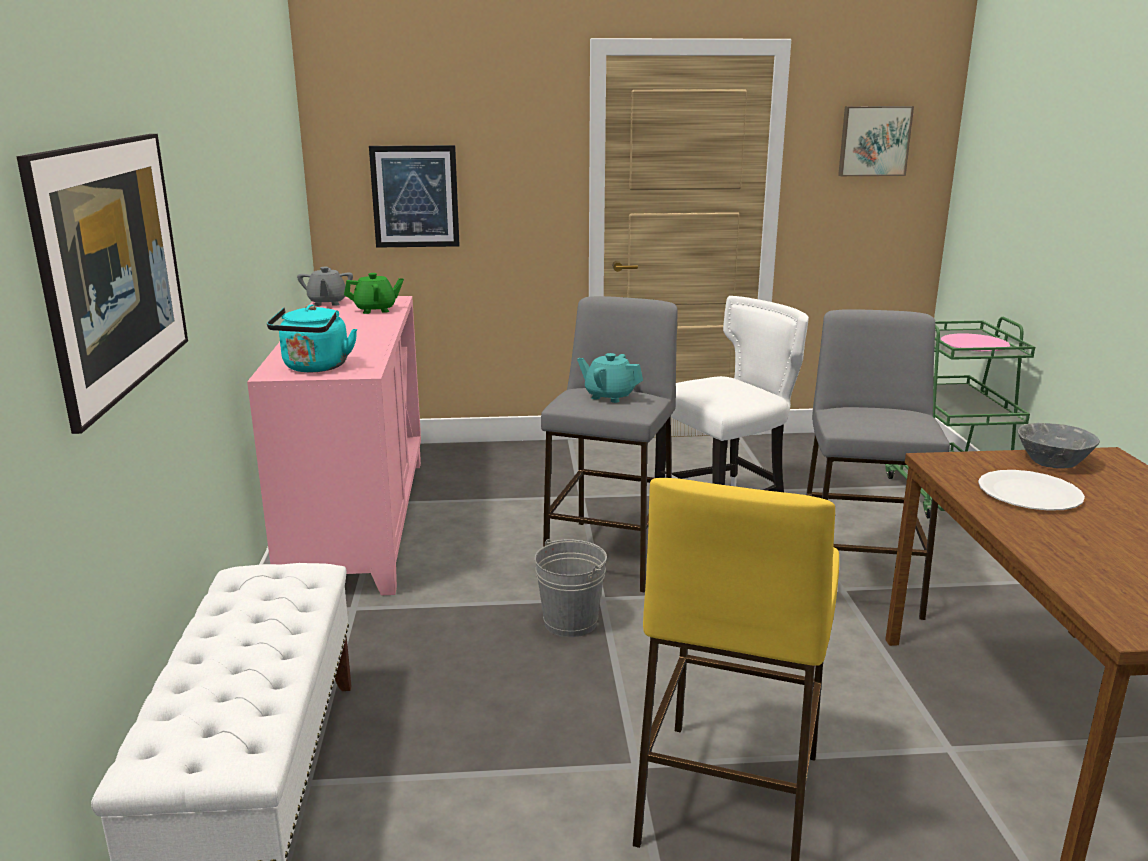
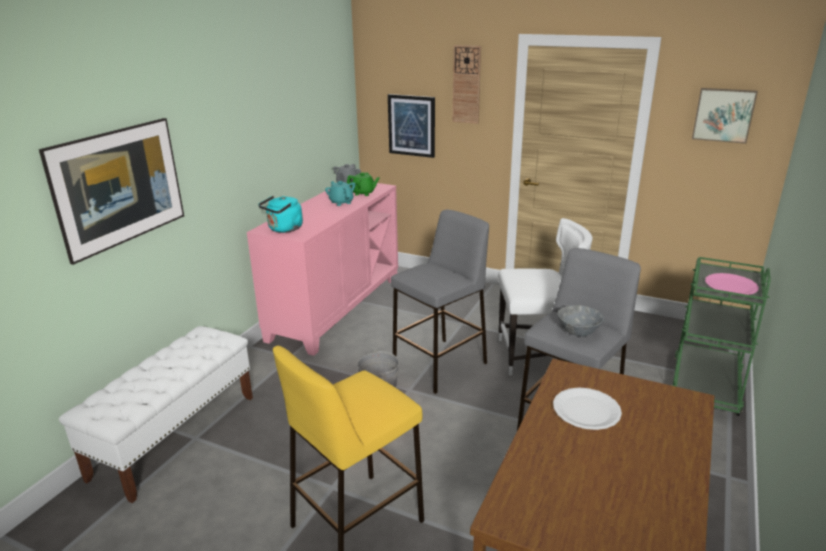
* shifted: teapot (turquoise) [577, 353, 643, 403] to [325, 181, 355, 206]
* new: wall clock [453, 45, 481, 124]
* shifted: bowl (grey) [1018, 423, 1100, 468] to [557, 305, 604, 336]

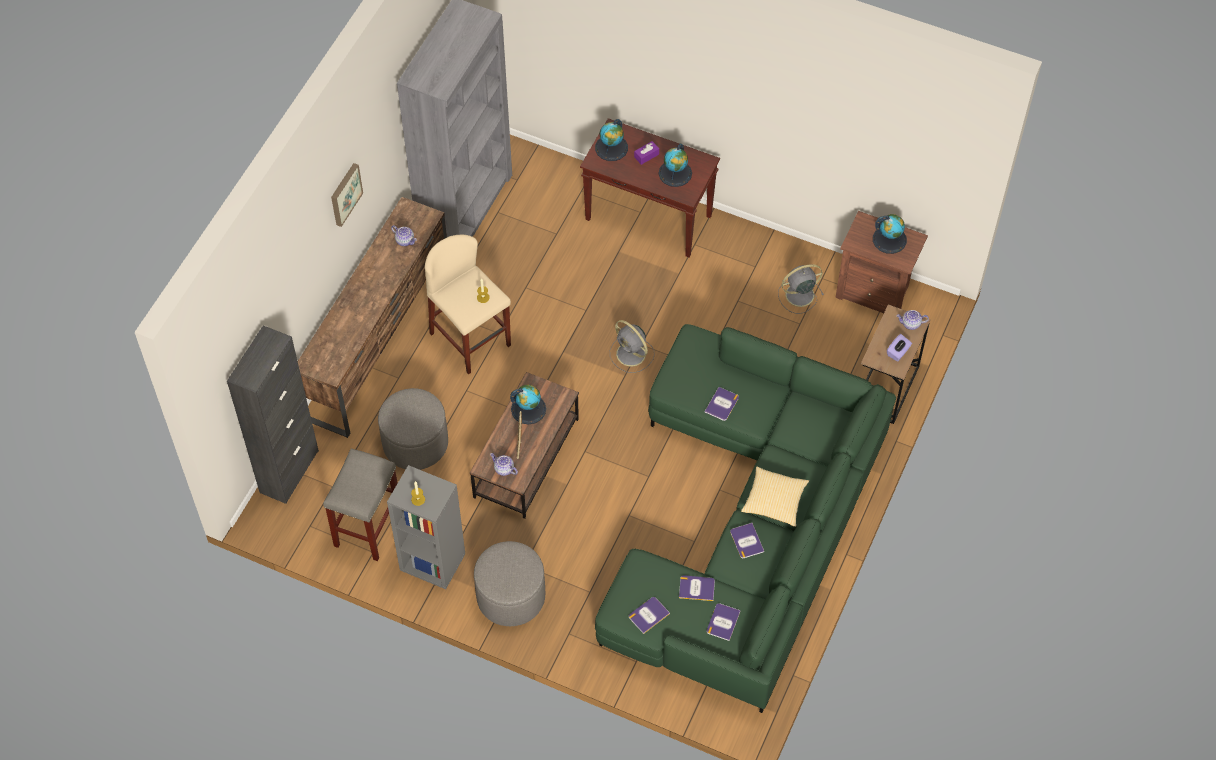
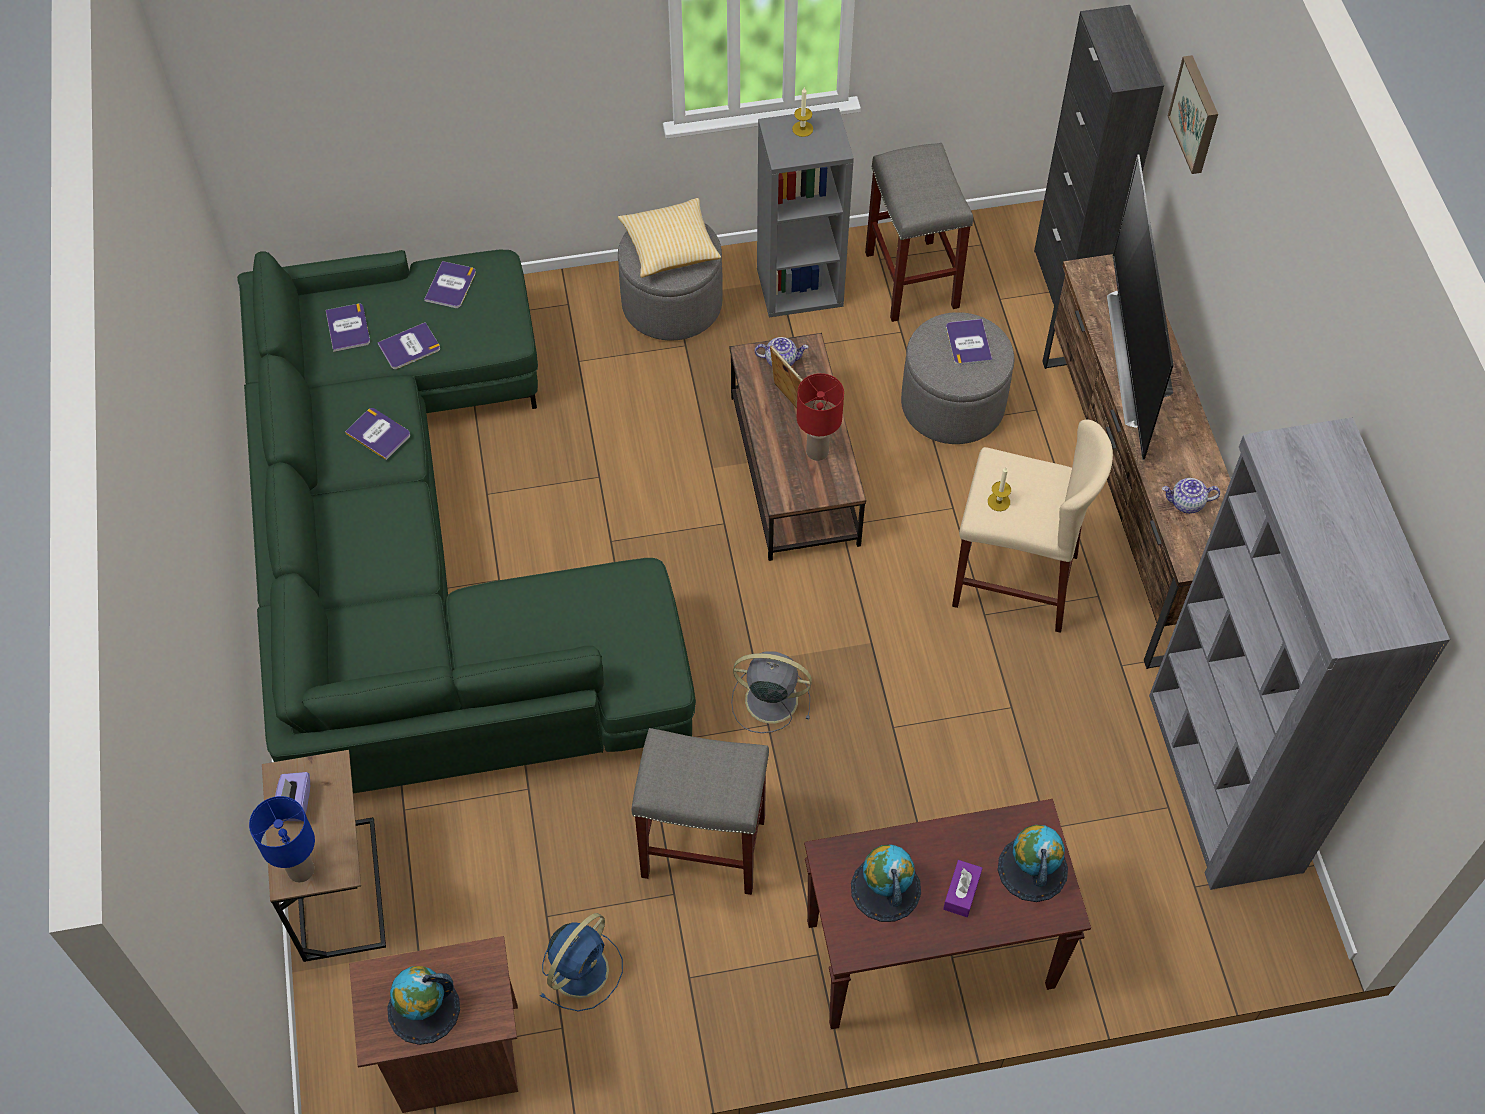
* swapped: teapot [896, 310, 929, 330] to table lamp (blue) [249, 796, 315, 883]
* repainted: fan (grey) [778, 264, 824, 314] to fan (blue) [540, 913, 623, 1011]
* shifted: pillow [741, 467, 809, 527] to [618, 198, 721, 278]
* new: stool (grey) [631, 728, 769, 895]
* swapped: globe [510, 385, 546, 425] to table lamp (red) [797, 373, 844, 461]
* shifted: book [705, 387, 739, 421] to [946, 319, 992, 365]
* new: television [1107, 155, 1174, 460]
* shifted: picture [331, 163, 363, 227] to [1168, 55, 1218, 174]

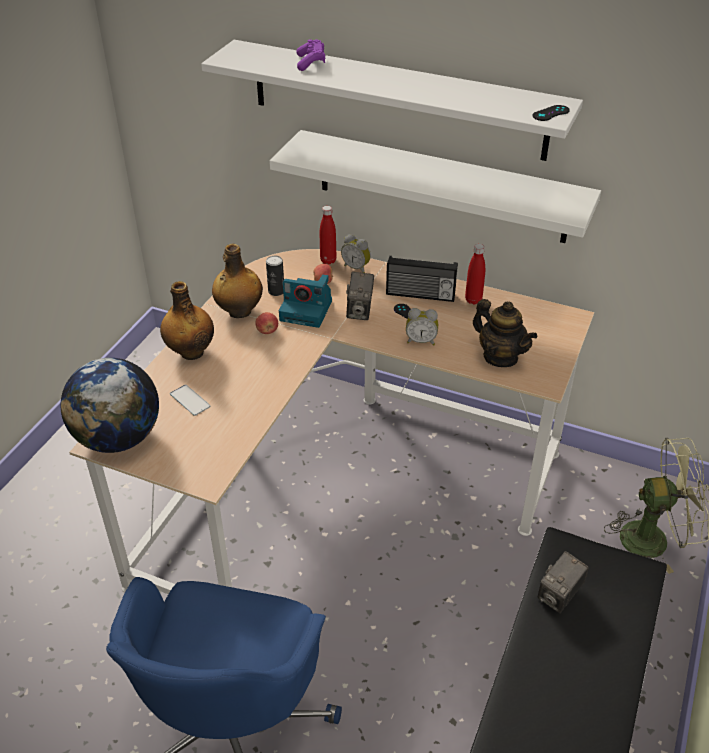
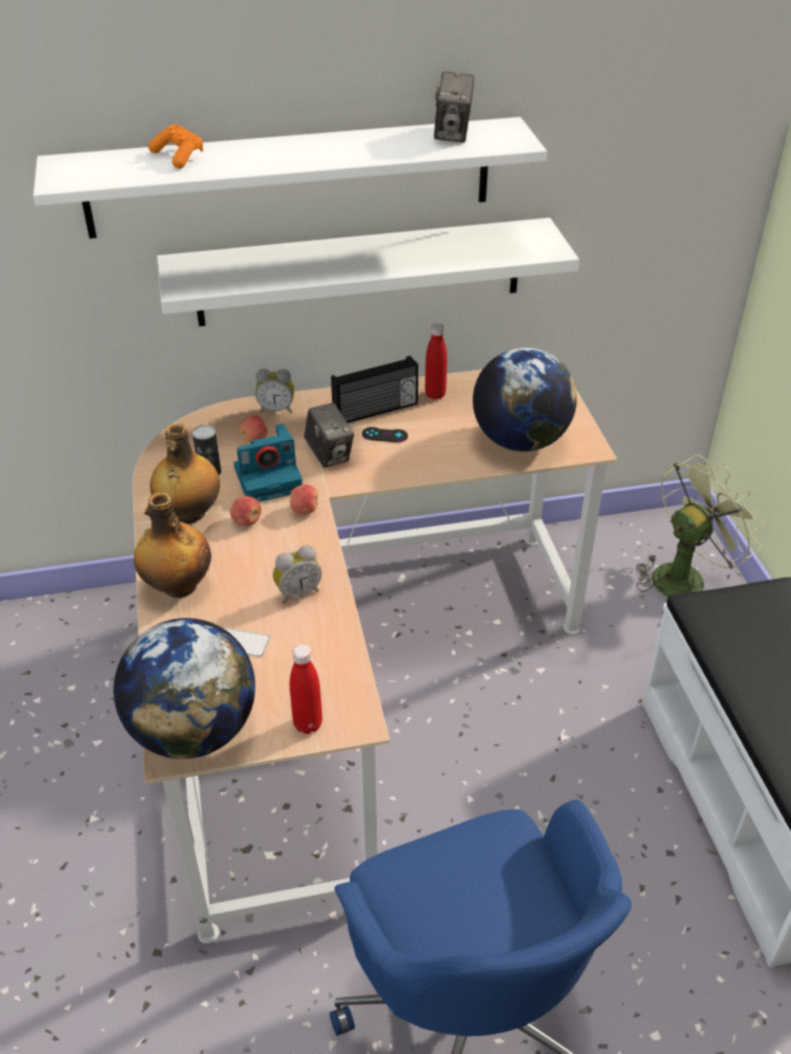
* repainted: game controller (purple) [296, 39, 325, 71] to game controller (orange) [148, 124, 203, 169]
* shifted: alarm clock [406, 308, 438, 345] to [273, 545, 322, 604]
* new: apple [290, 484, 318, 515]
* shifted: bottle (red) [320, 206, 336, 264] to [290, 644, 322, 734]
* shifted: photo camera [537, 551, 588, 613] to [434, 71, 474, 143]
* swapped: teapot [473, 299, 537, 367] to globe [473, 348, 577, 452]
* gone: game controller (black) [532, 105, 570, 121]

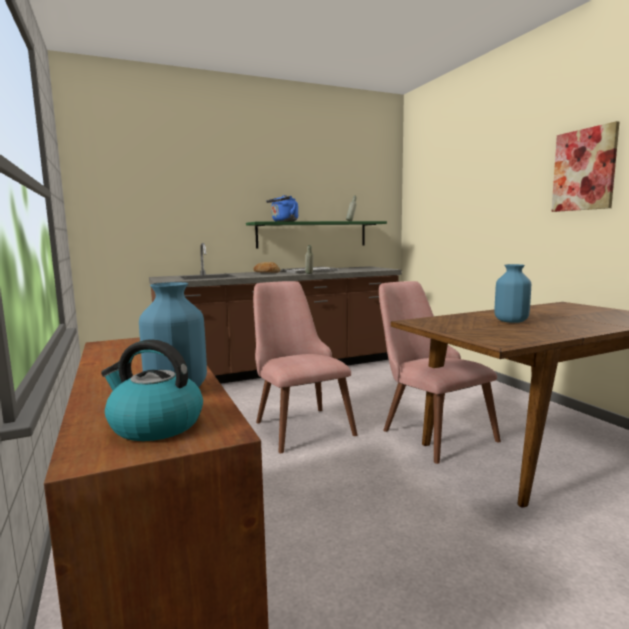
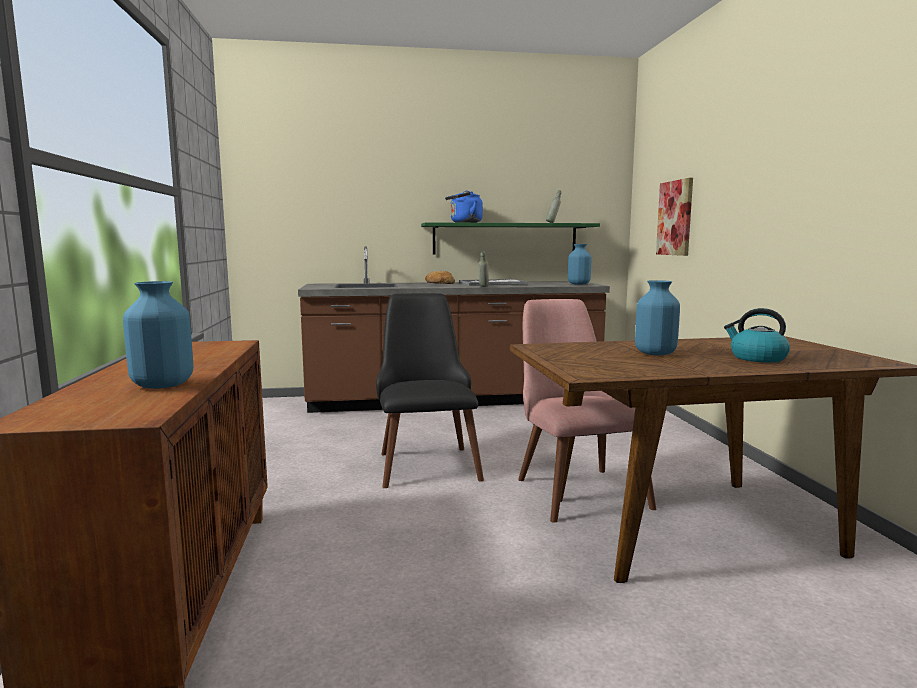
* repainted: chair (pink) [253, 281, 358, 453] to chair (black) [376, 293, 484, 488]
* new: vase (blue) [568, 244, 591, 285]
* shifted: picture [551, 121, 619, 212] to [656, 178, 693, 256]
* shifted: kettle [101, 340, 203, 441] to [724, 308, 790, 363]

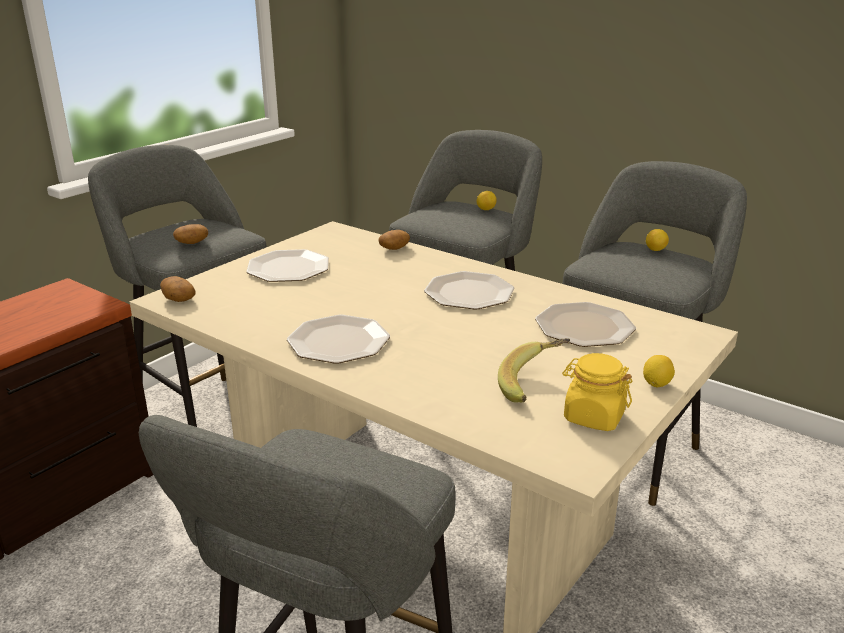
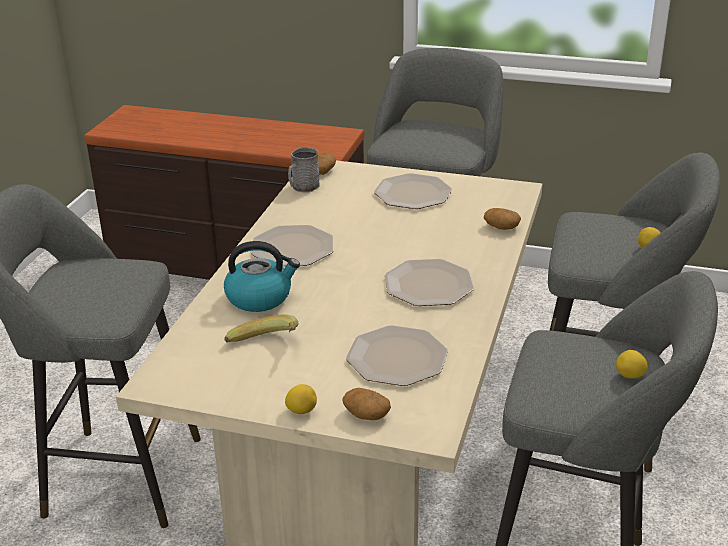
* new: kettle [224, 241, 300, 312]
* new: mug (grey) [288, 147, 320, 192]
* shifted: potato [173, 224, 208, 244] to [342, 388, 391, 420]
* gone: jar (yellow) [562, 353, 632, 431]

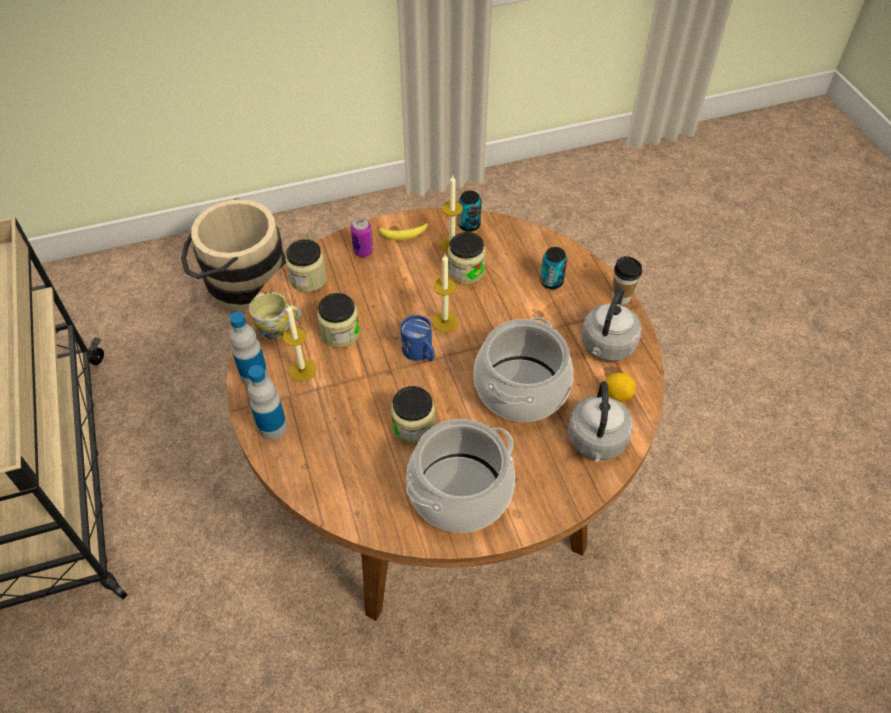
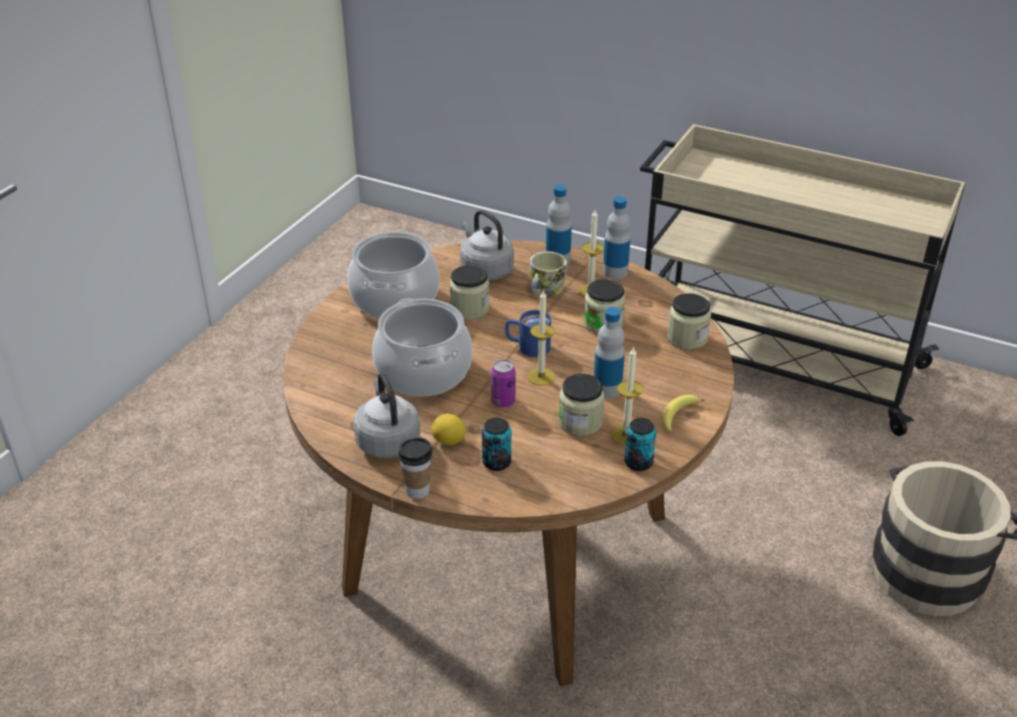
* shifted: lemon [605, 373, 635, 402] to [431, 413, 466, 445]
* shifted: kettle (grey) [567, 381, 633, 462] to [460, 210, 514, 281]
* shifted: can [351, 218, 374, 257] to [491, 360, 516, 408]
* shifted: mug [249, 292, 301, 339] to [529, 251, 567, 296]
* new: bottle [594, 307, 625, 398]

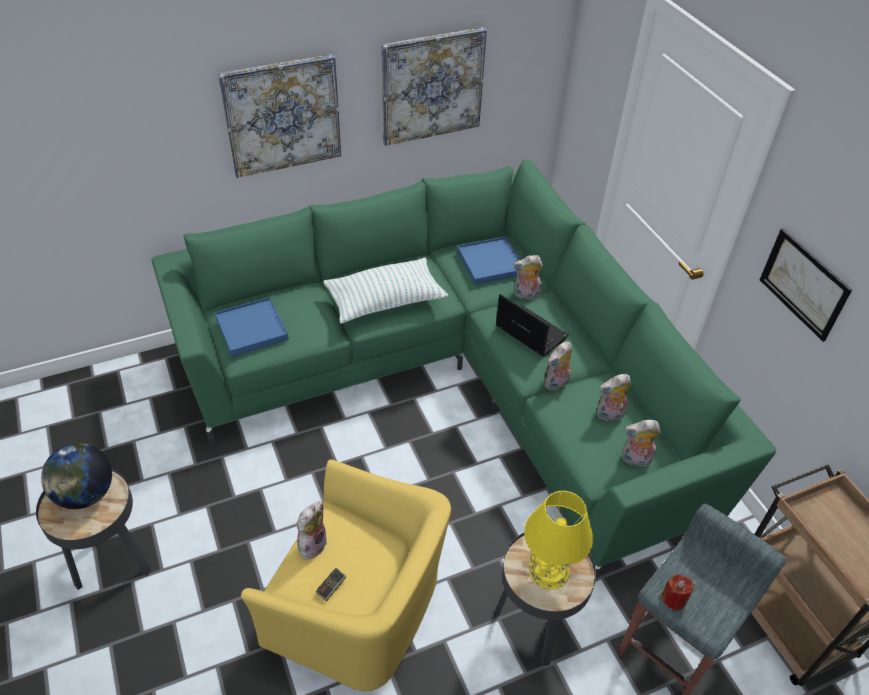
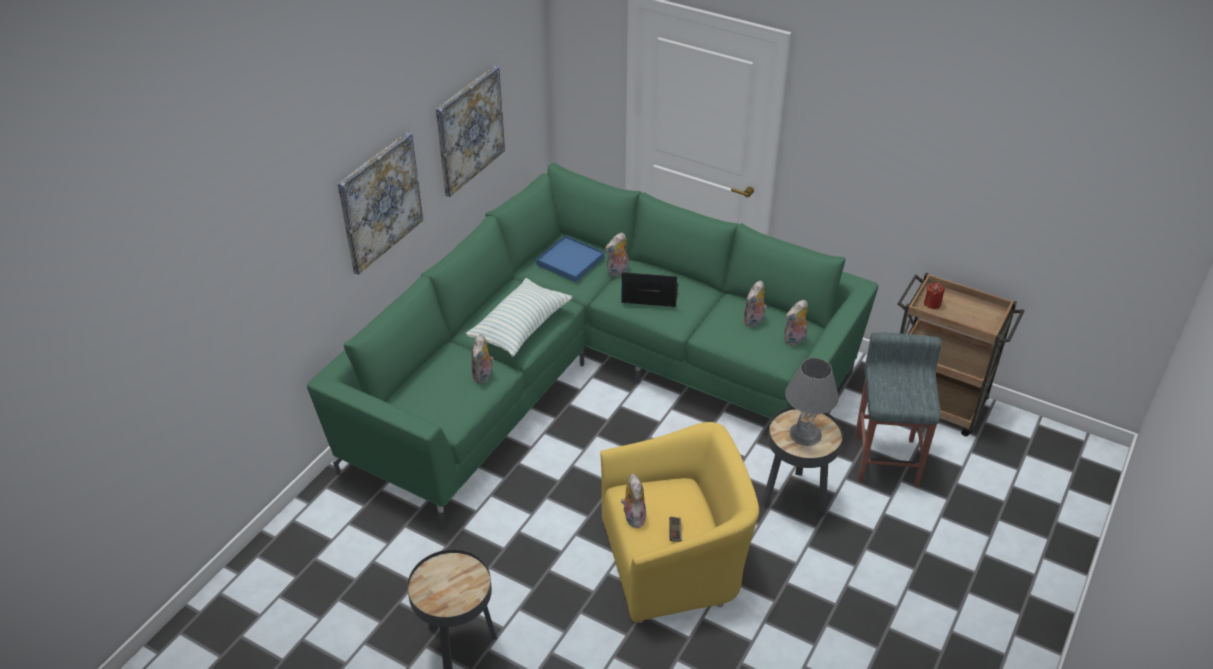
* shifted: plush toy [543, 341, 572, 391] to [472, 334, 494, 383]
* repainted: table lamp (yellow) [524, 491, 593, 589] to table lamp (grey) [785, 358, 839, 446]
* shifted: candle (red) [661, 574, 694, 610] to [924, 283, 945, 309]
* gone: globe [41, 443, 112, 509]
* gone: tray (blue) [215, 297, 289, 357]
* gone: picture [760, 228, 852, 342]

